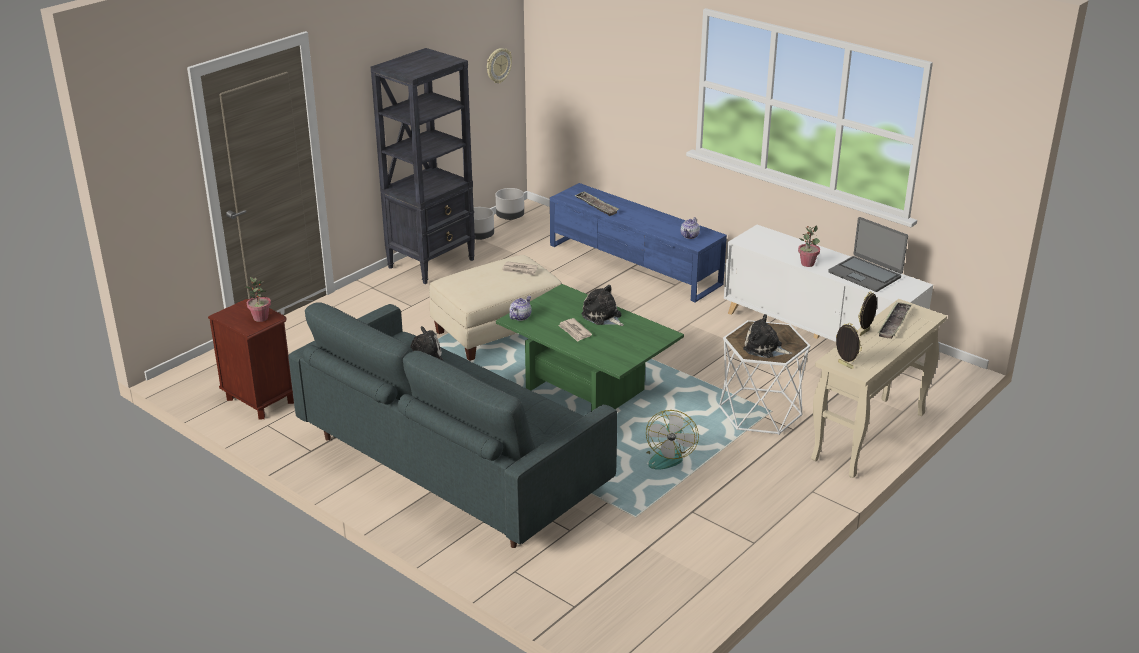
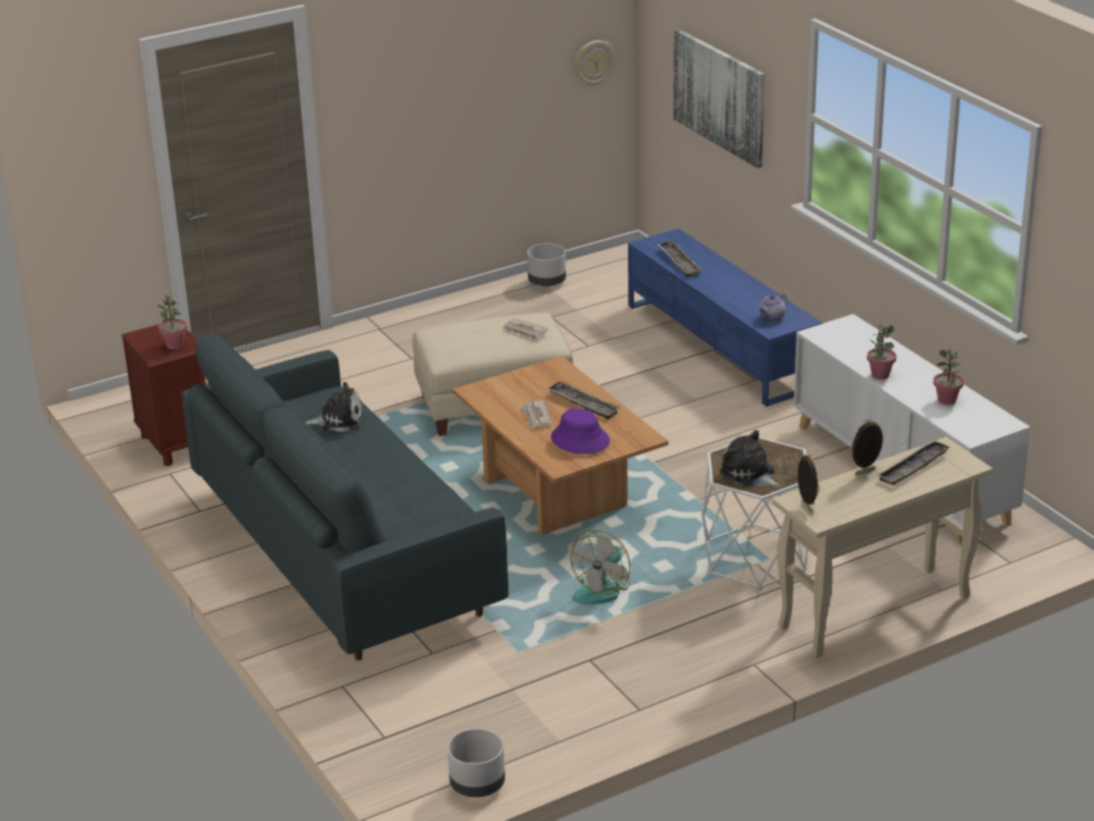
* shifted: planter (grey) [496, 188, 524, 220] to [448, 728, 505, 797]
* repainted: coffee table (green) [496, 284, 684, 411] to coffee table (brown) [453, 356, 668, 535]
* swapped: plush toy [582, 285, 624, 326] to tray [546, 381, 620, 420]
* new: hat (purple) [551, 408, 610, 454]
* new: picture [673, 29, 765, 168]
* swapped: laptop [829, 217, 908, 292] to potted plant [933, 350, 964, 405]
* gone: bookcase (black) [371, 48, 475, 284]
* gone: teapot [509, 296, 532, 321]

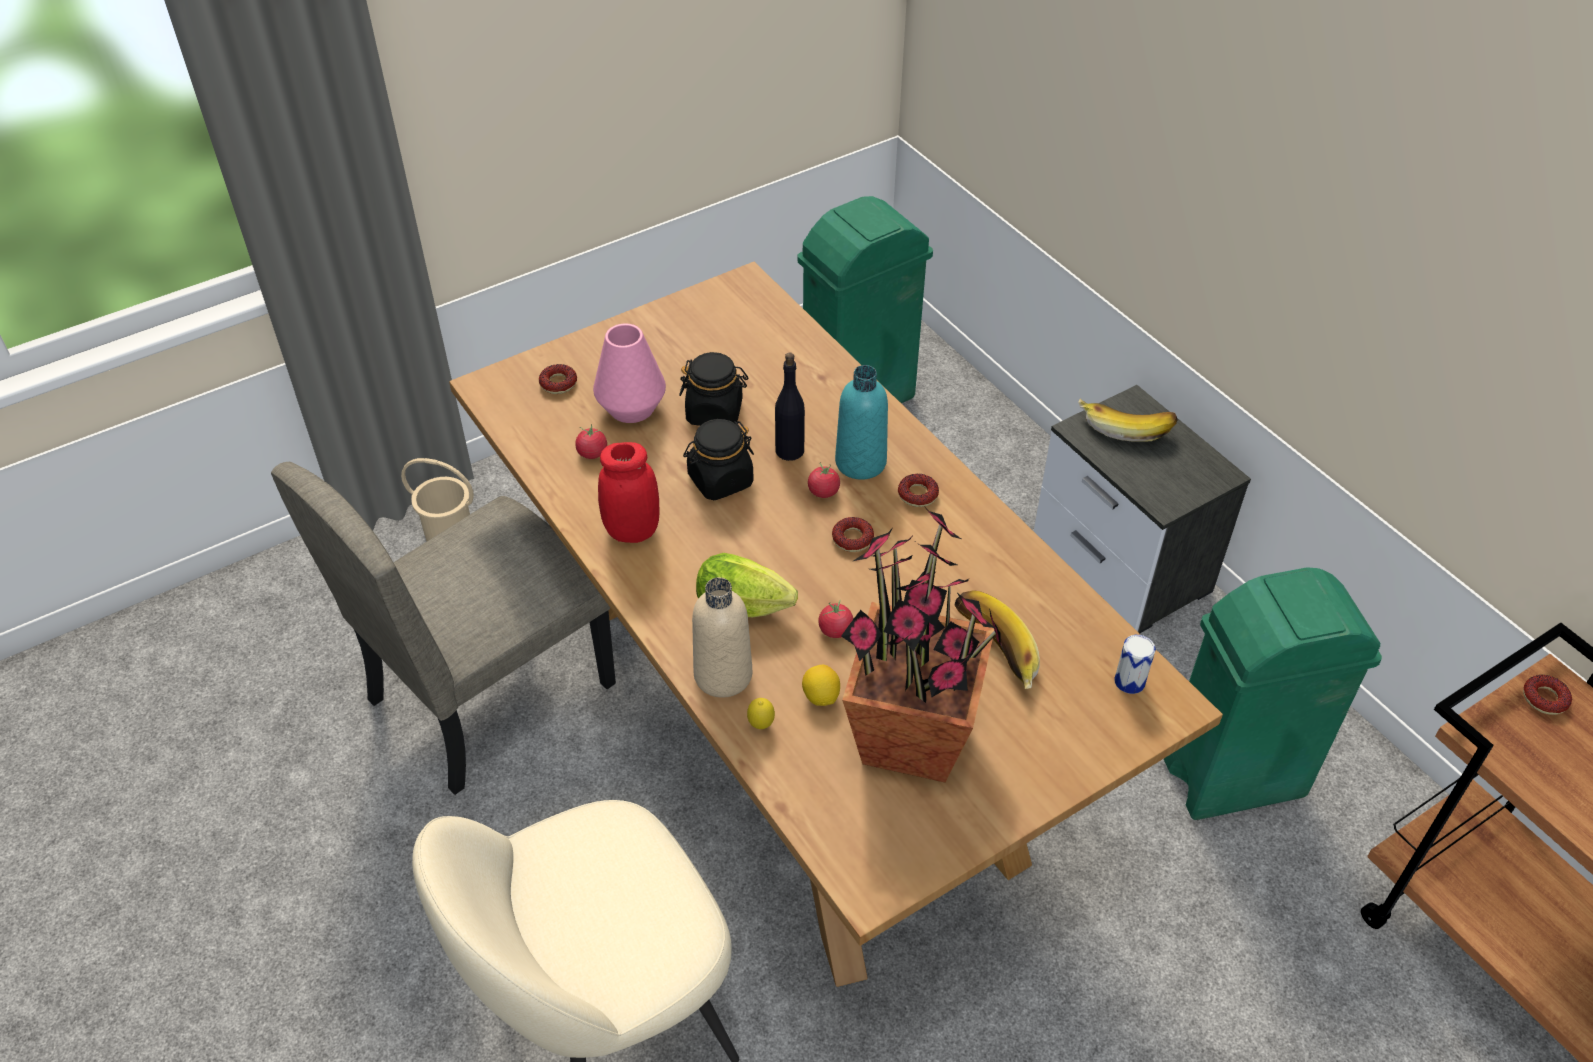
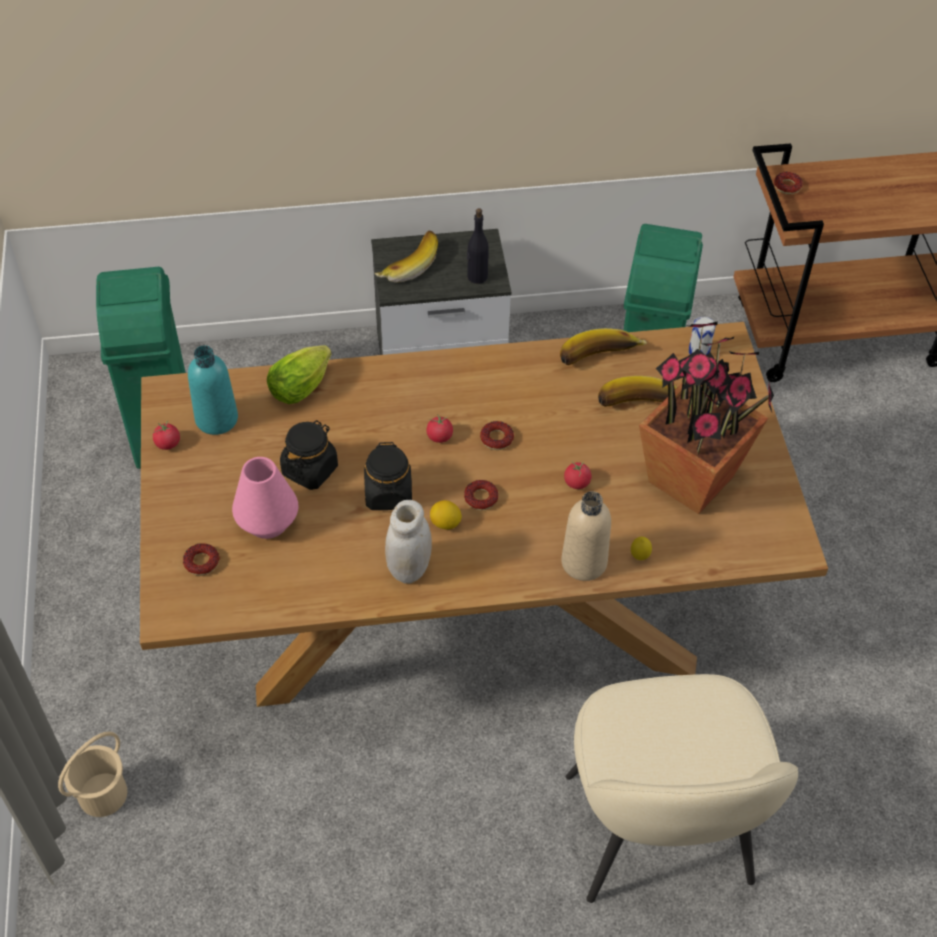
* shifted: tomato [575, 424, 607, 459] to [153, 421, 180, 450]
* shifted: bottle (turquoise) [835, 365, 888, 480] to [188, 345, 238, 435]
* shifted: lettuce [696, 553, 798, 617] to [267, 345, 331, 404]
* repainted: jar (red) [598, 442, 660, 543] to jar (white) [385, 500, 432, 584]
* shifted: lemon [802, 665, 840, 706] to [430, 500, 462, 529]
* shifted: donut [898, 474, 939, 507] to [464, 480, 499, 510]
* shifted: bottle (black) [775, 353, 805, 461] to [467, 208, 489, 284]
* new: banana [560, 328, 647, 365]
* gone: chair (beige) [271, 462, 616, 795]

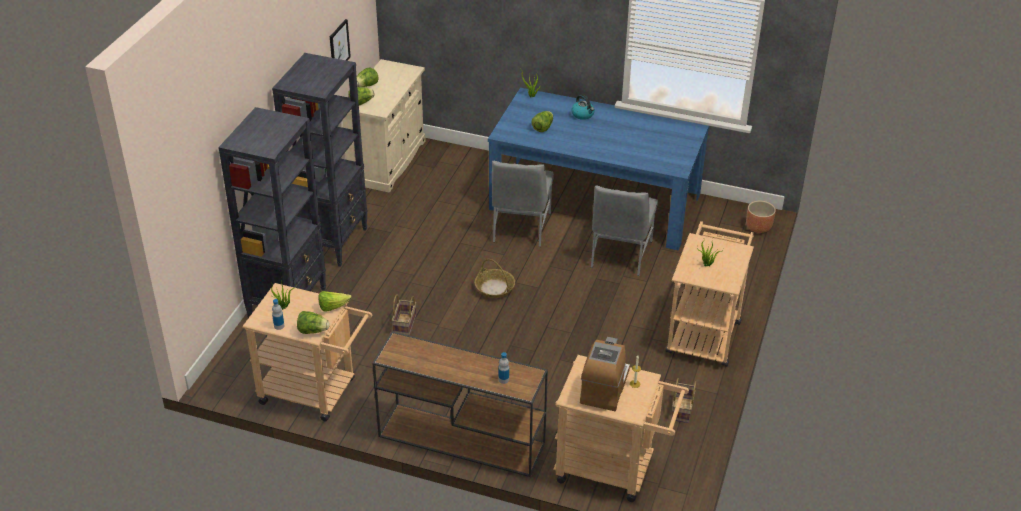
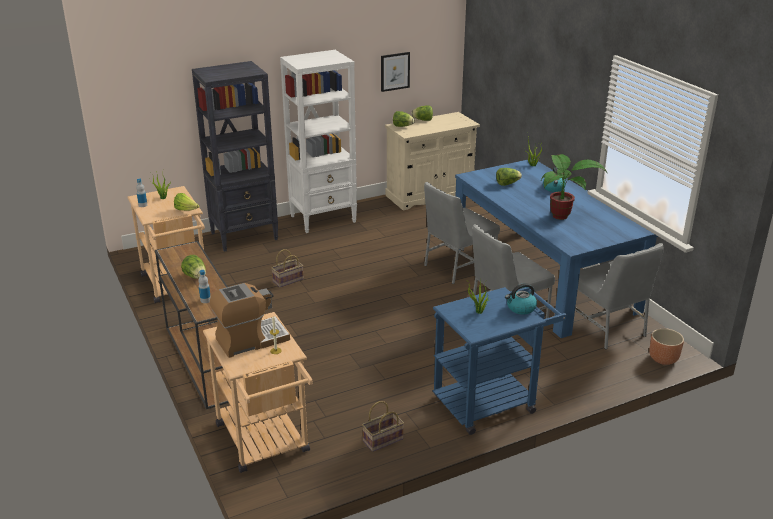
* shifted: lettuce [297, 311, 330, 334] to [181, 255, 206, 279]
* repainted: bookcase (black) [272, 53, 368, 267] to bookcase (white) [280, 50, 357, 233]
* repainted: cart (beige) [666, 221, 754, 367] to cart (blue) [433, 287, 568, 435]
* new: kettle [505, 283, 537, 315]
* new: potted plant [541, 154, 608, 220]
* new: chair (grey) [575, 243, 664, 349]
* gone: basket [475, 259, 515, 298]

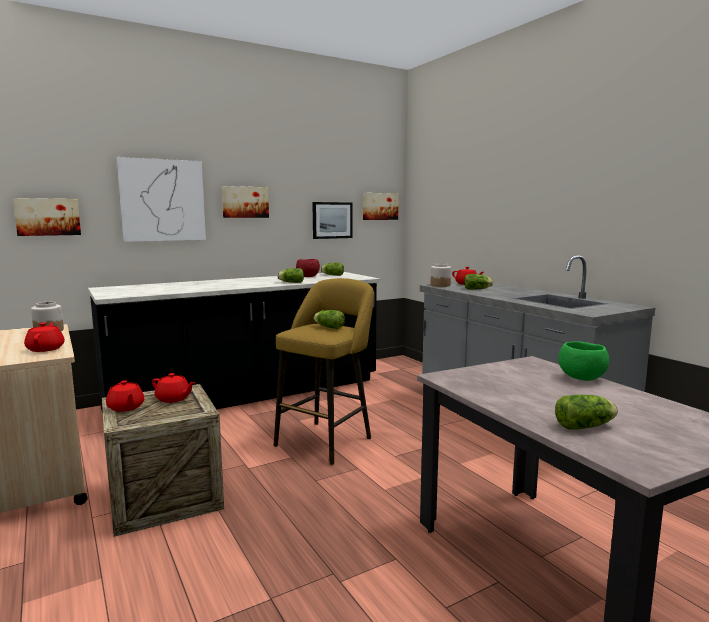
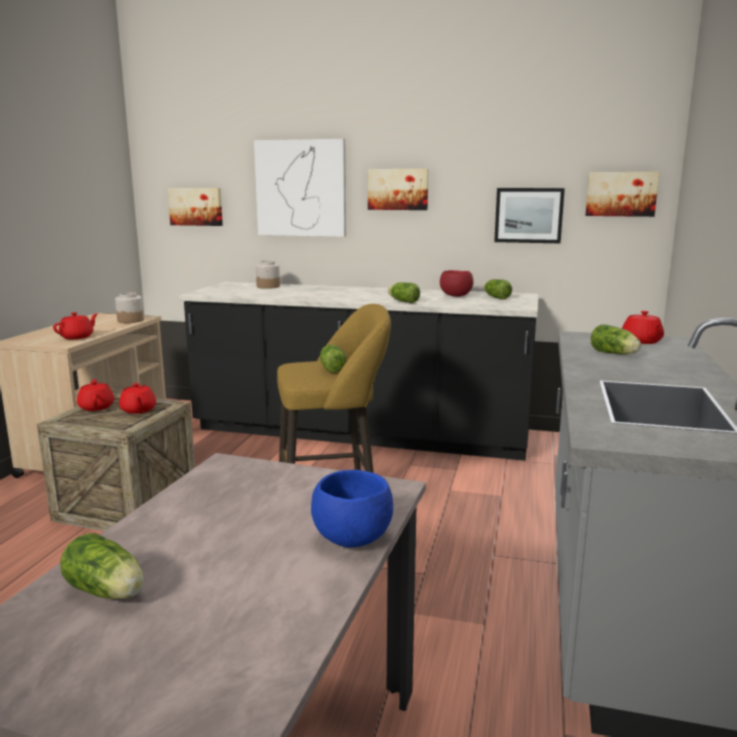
* rotated: teapot (red) [106, 380, 144, 412] = [77, 379, 114, 411] 150 degrees clockwise
* shifted: jar [430, 263, 451, 287] to [256, 261, 280, 289]
* repainted: bowl (green) [558, 341, 609, 381] to bowl (blue) [311, 470, 393, 548]

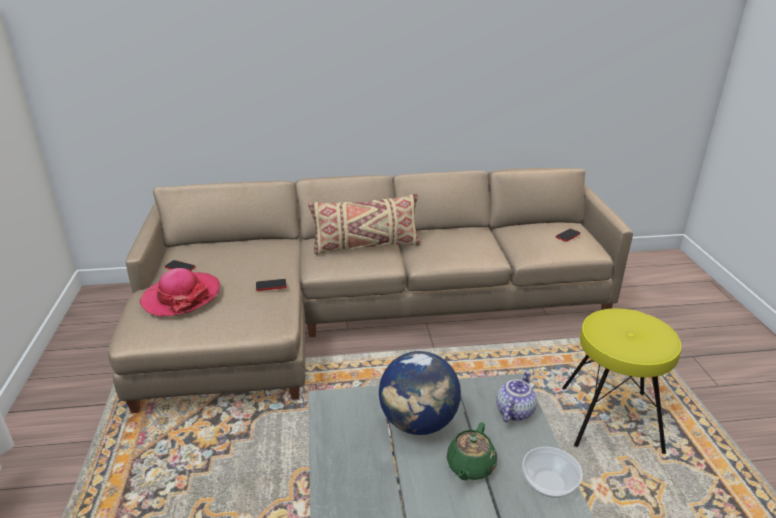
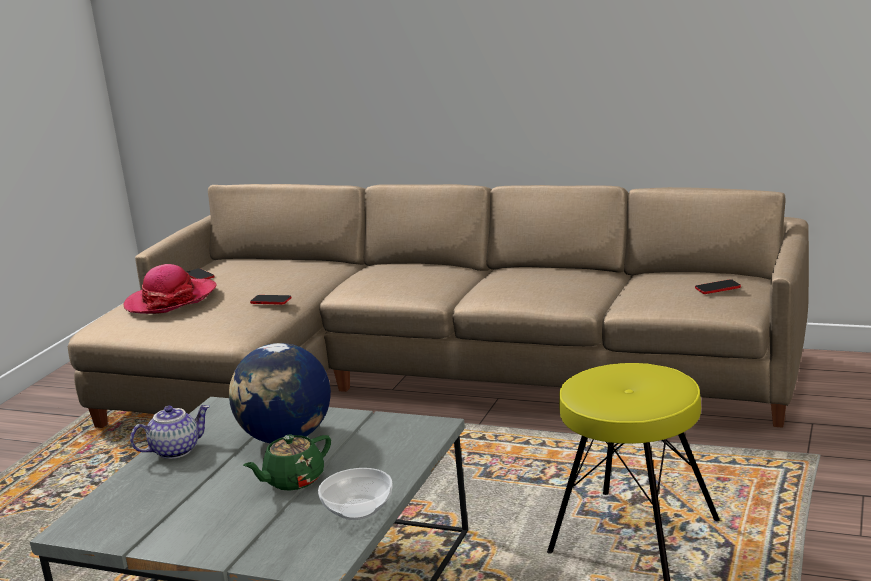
* shifted: teapot [496, 371, 537, 422] to [130, 405, 210, 459]
* gone: pillow (beige) [308, 193, 421, 255]

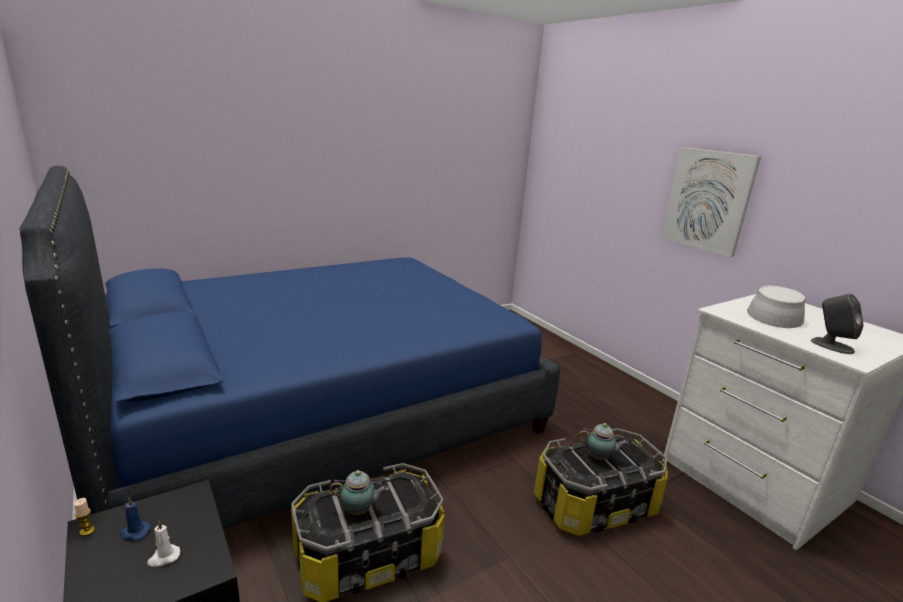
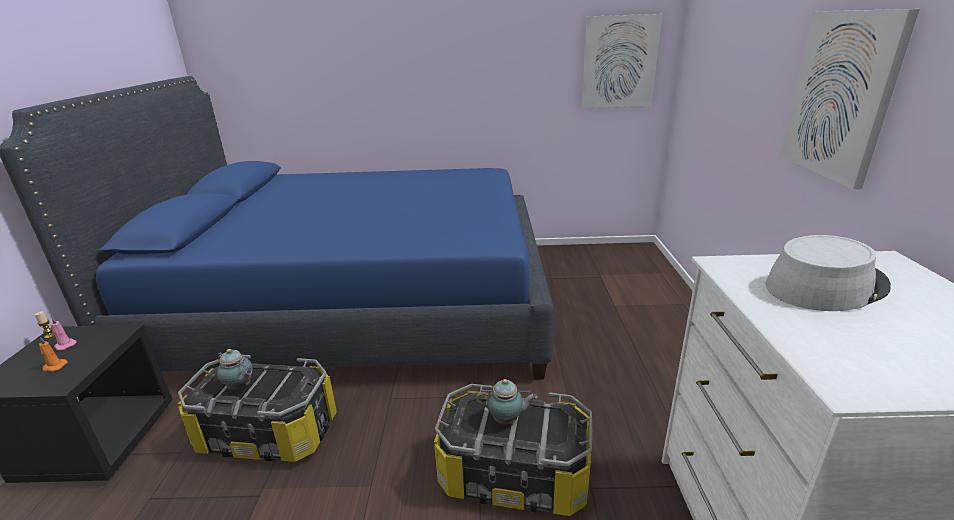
* repainted: candle (white) [147, 520, 180, 567] to candle (orange) [39, 337, 68, 372]
* repainted: candle (blue) [120, 497, 151, 540] to candle (pink) [50, 317, 77, 350]
* rotated: teapot [578, 423, 629, 460] = [476, 379, 537, 425] 45 degrees counterclockwise
* new: picture [581, 14, 662, 108]
* gone: speaker (grey) [811, 294, 864, 354]

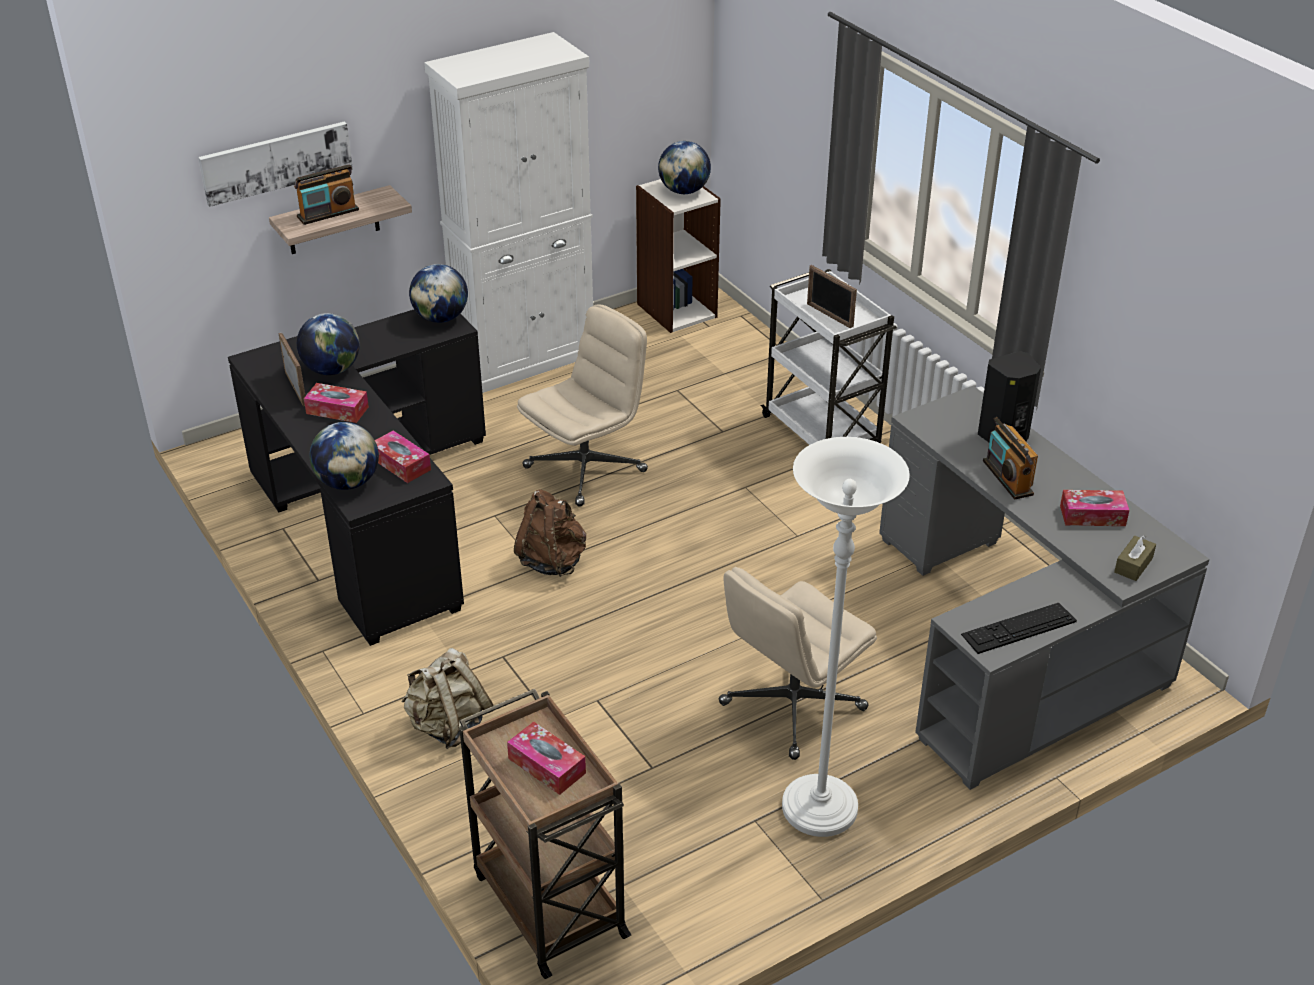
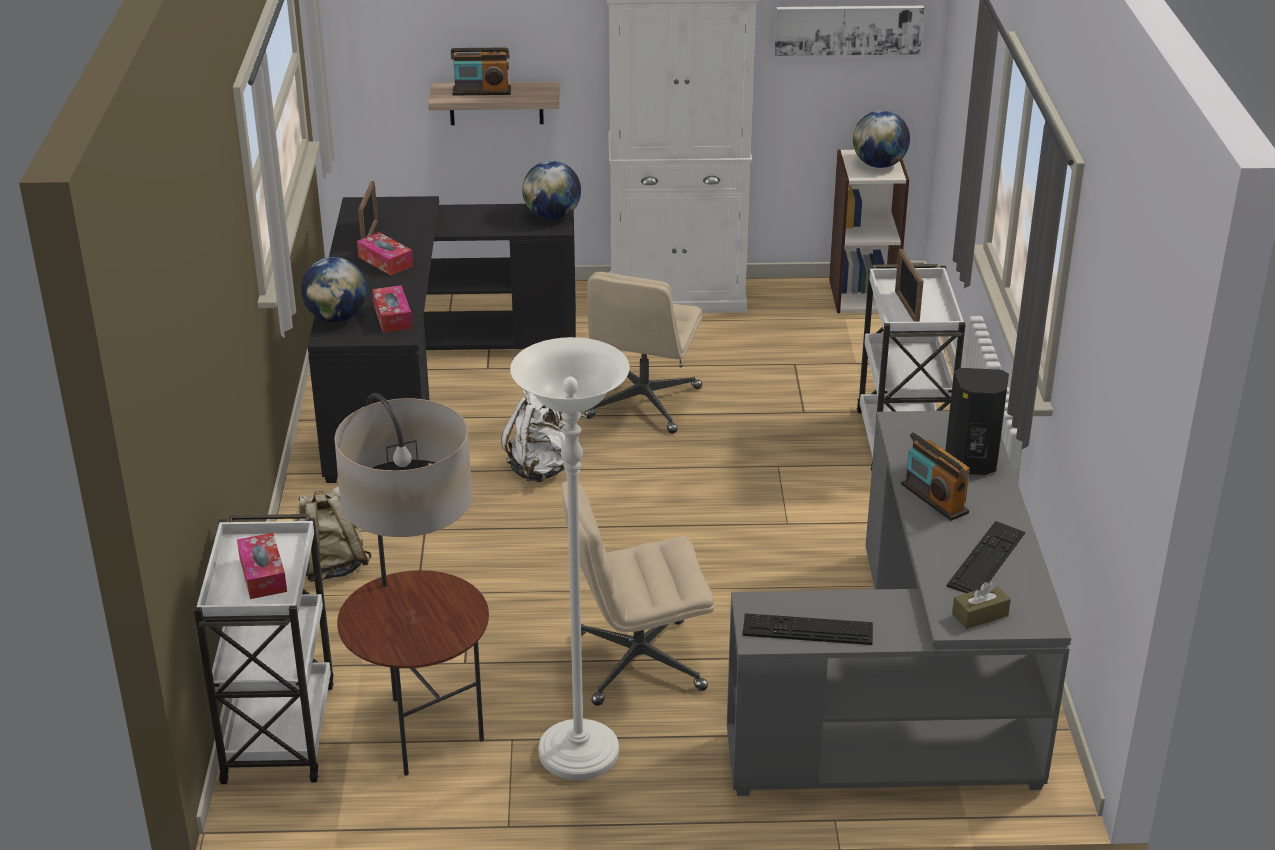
* repainted: cart (brown) [459, 689, 632, 979] to cart (white) [194, 514, 334, 784]
* new: floor lamp [334, 393, 489, 776]
* repainted: backpack (brown) [514, 489, 586, 577] to backpack (white) [501, 390, 566, 482]
* rotated: office chair (beige) [517, 304, 648, 507] = [584, 272, 702, 433] 120 degrees clockwise
* shifted: picture [198, 121, 353, 207] to [774, 6, 924, 56]
* rotated: radio [983, 417, 1038, 499] = [901, 432, 970, 521] 45 degrees counterclockwise
* swapped: tissue box [1060, 490, 1129, 526] to keyboard [947, 521, 1025, 593]
* gone: globe [297, 313, 360, 375]

